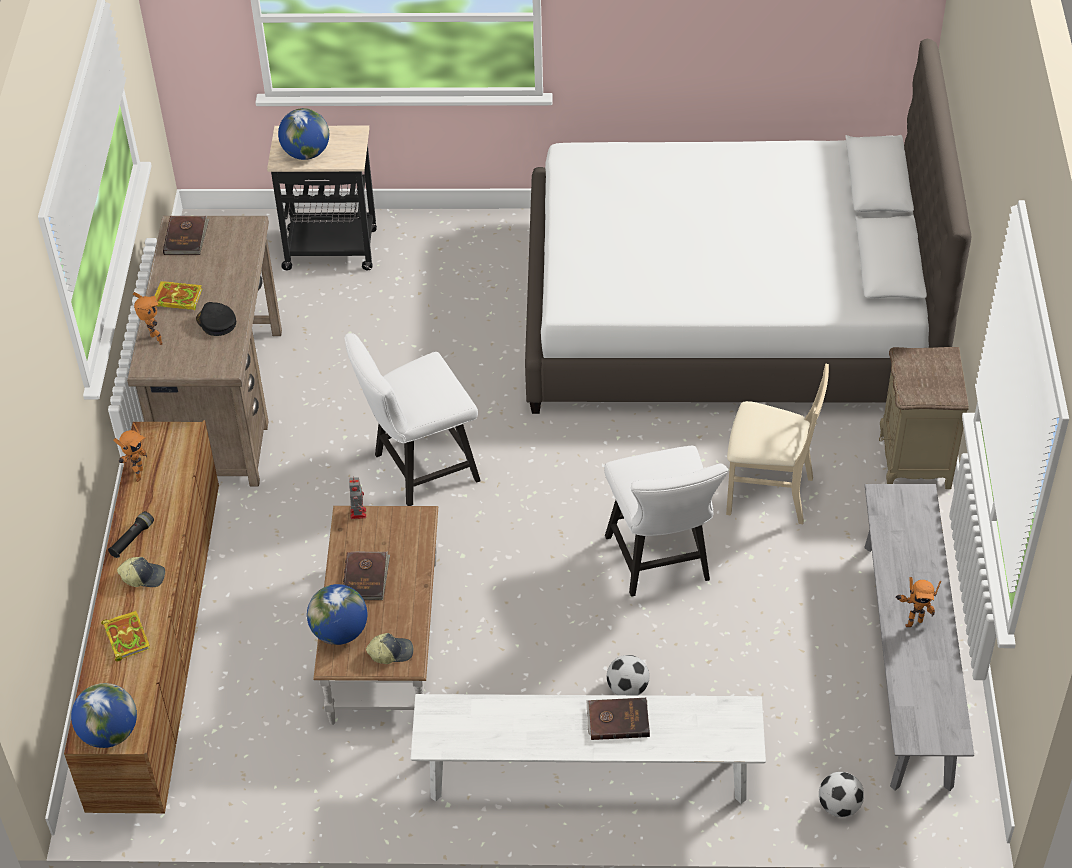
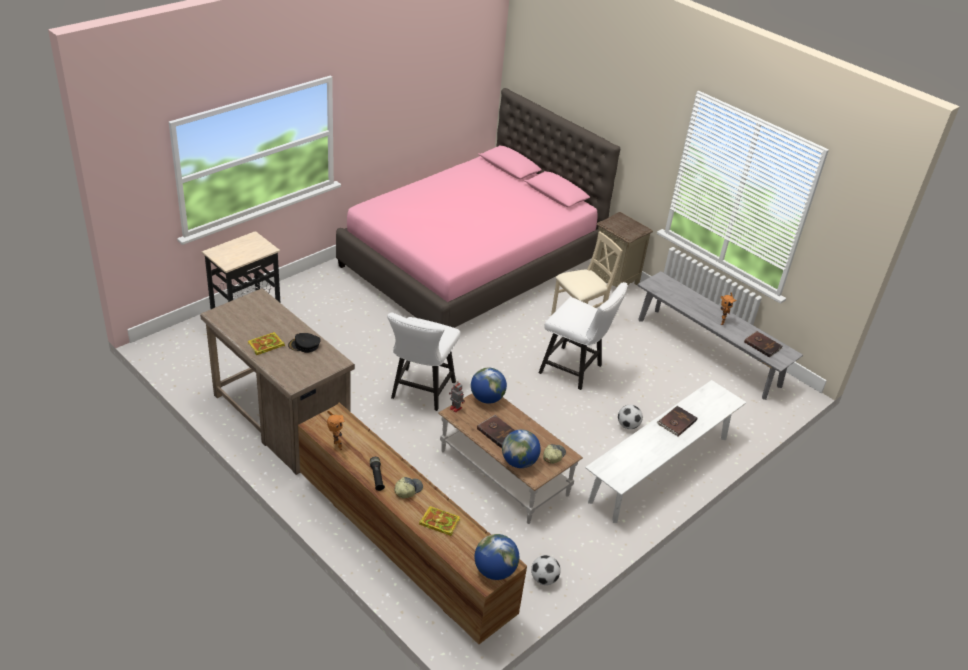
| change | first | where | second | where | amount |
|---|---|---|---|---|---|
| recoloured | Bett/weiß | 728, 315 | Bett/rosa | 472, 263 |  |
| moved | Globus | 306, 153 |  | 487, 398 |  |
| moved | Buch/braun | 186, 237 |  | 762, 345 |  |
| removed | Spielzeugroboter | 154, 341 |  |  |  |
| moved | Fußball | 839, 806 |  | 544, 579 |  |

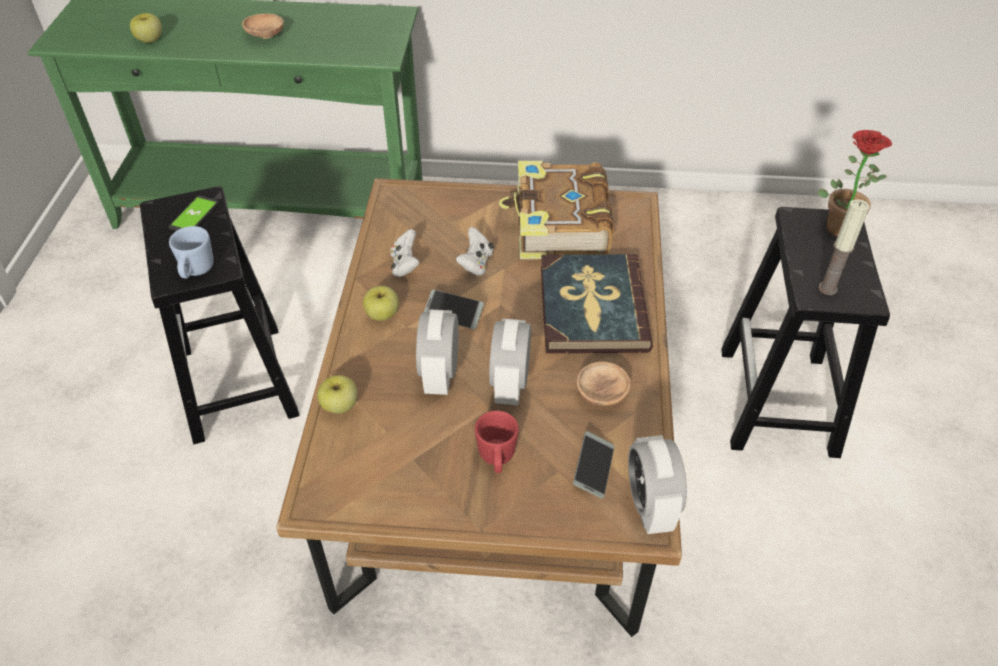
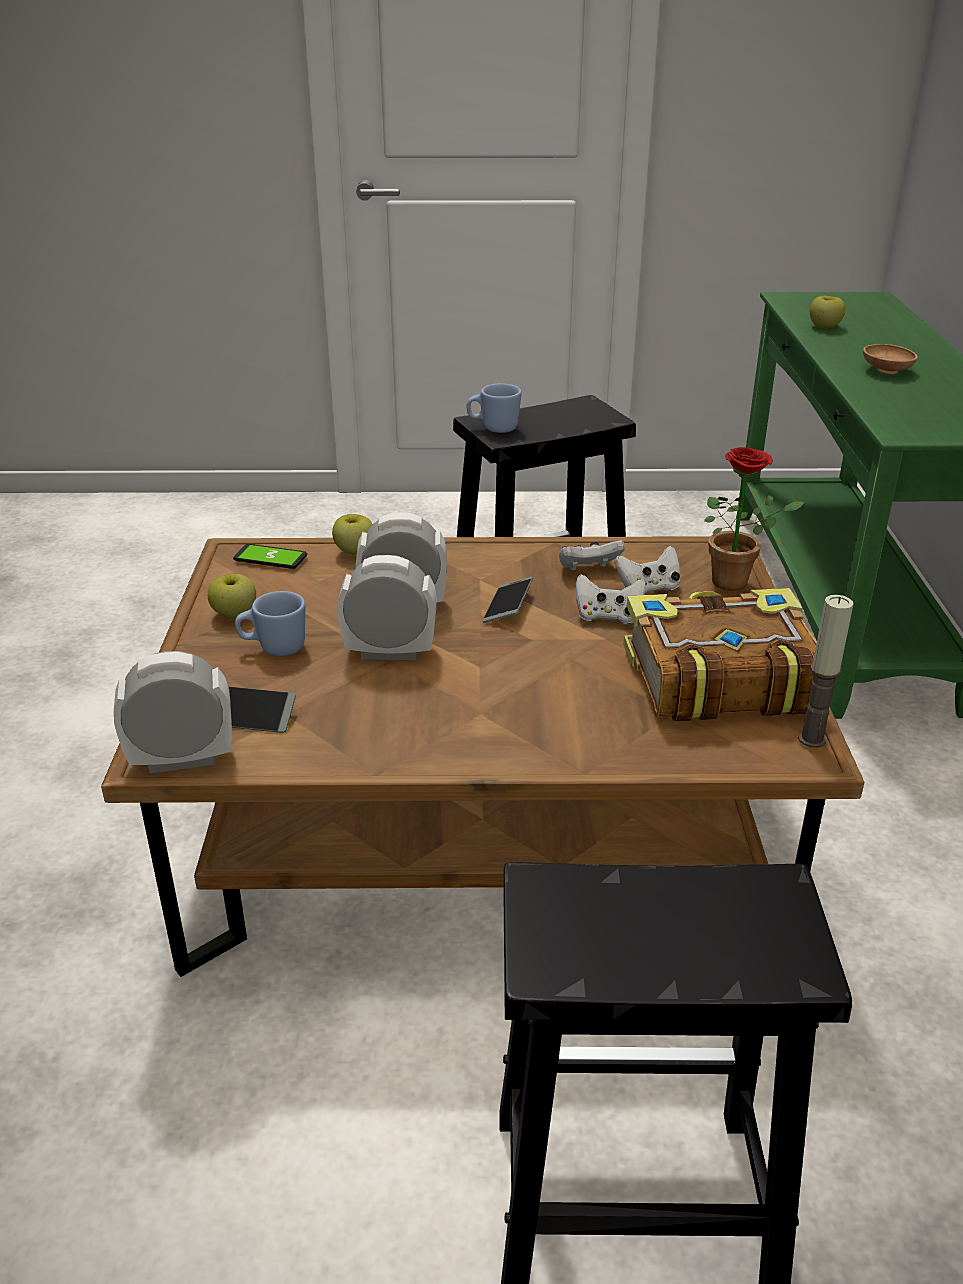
| change | first | where | second | where | amount |
|---|---|---|---|---|---|
| moved | Topfpflanze | 838, 224 |  | 737, 582 |  |
| moved | Handy | 194, 215 |  | 270, 558 |  |
| moved | Kerze | 827, 288 |  | 812, 739 |  |
| removed | Buch | 592, 308 |  |  |  |
| moved | Apfel | 382, 314 |  | 234, 614 |  |
| removed | Schüssel/braun | 601, 393 |  |  |  |
| recoloured | Henkelbecher/rot | 497, 459 | Henkelbecher/blau | 274, 648 |  |
| added |  |  | Gamepad/weiß | 648, 589 |  |

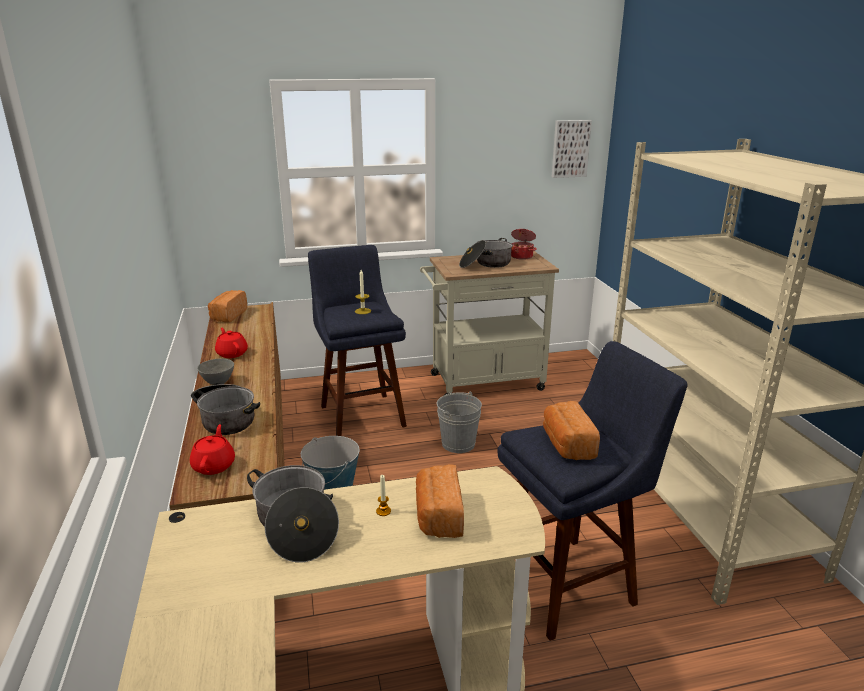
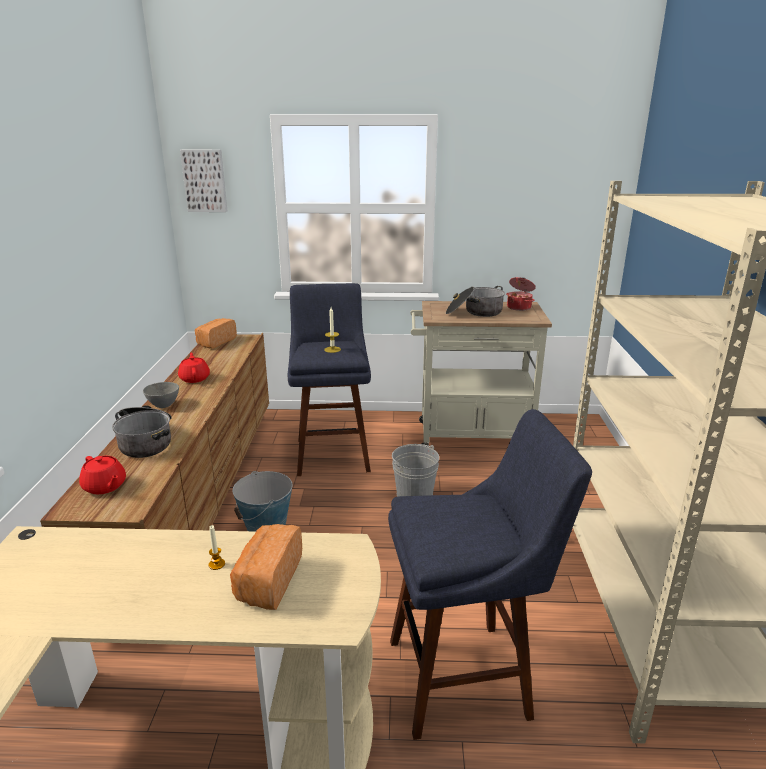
| change | first | where | second | where | amount |
|---|---|---|---|---|---|
| moved | Bild | 570, 148 |  | 205, 181 |  |
| removed | Brot | 567, 445 |  |  |  |
| turned | Teekanne/rot | 214, 465 |  | 105, 487 | 120 degrees clockwise |
| removed | Kochtopf | 296, 526 |  |  |  |

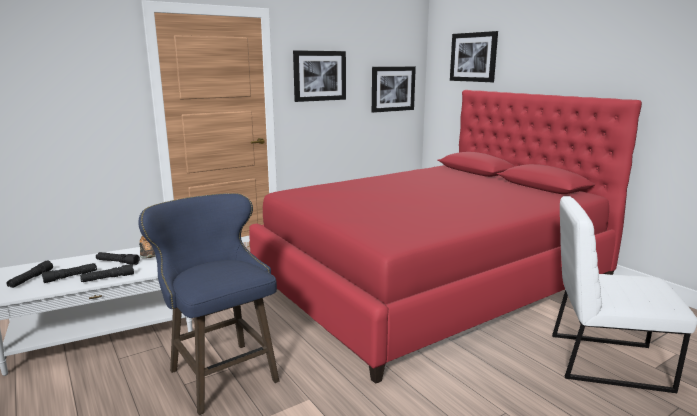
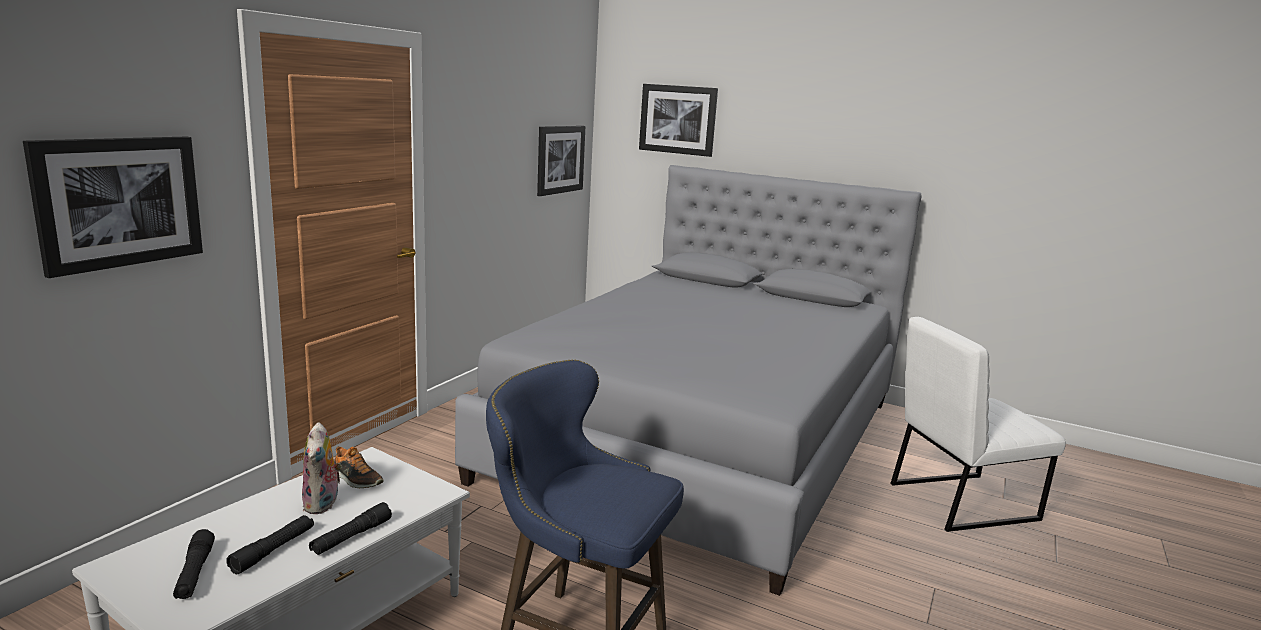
| change | first | where | second | where | amount |
|---|---|---|---|---|---|
| moved | Bild | 319, 76 |  | 119, 202 |  |
| recoloured | Bett/rot | 432, 280 | Bett/grau | 703, 439 |  |
| replaced | Taschenlampe/schwarz | 118, 262 | Plüschtier | 323, 504 |  |

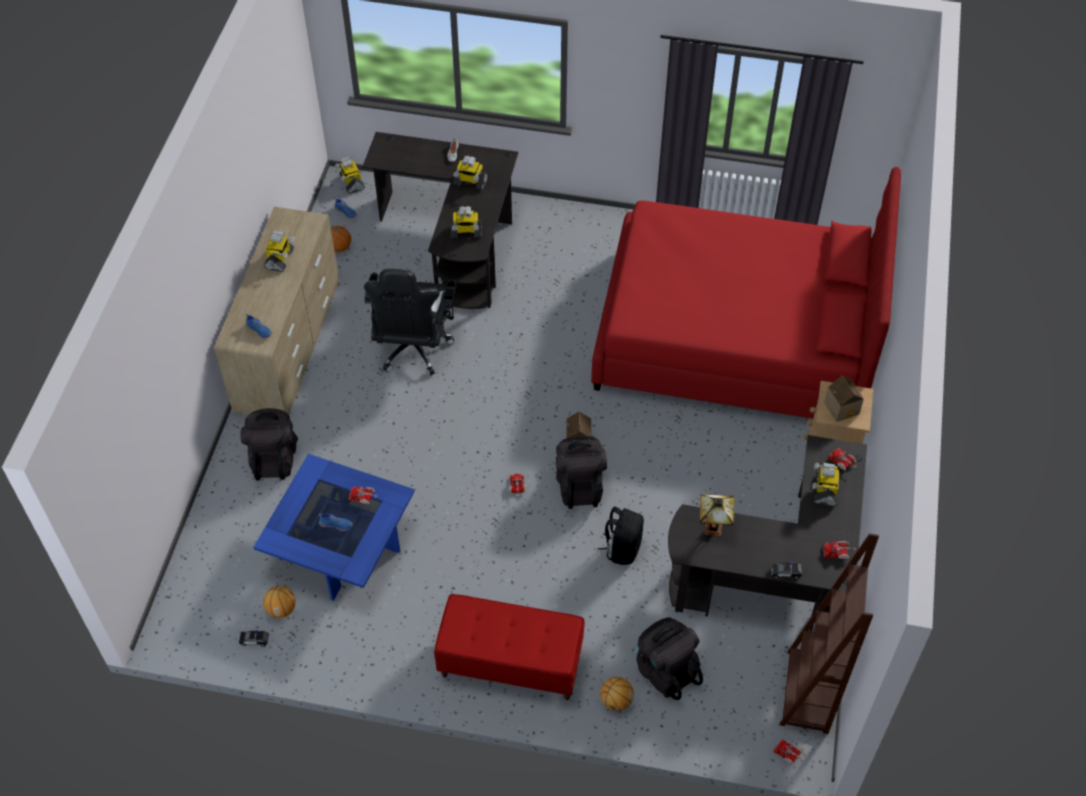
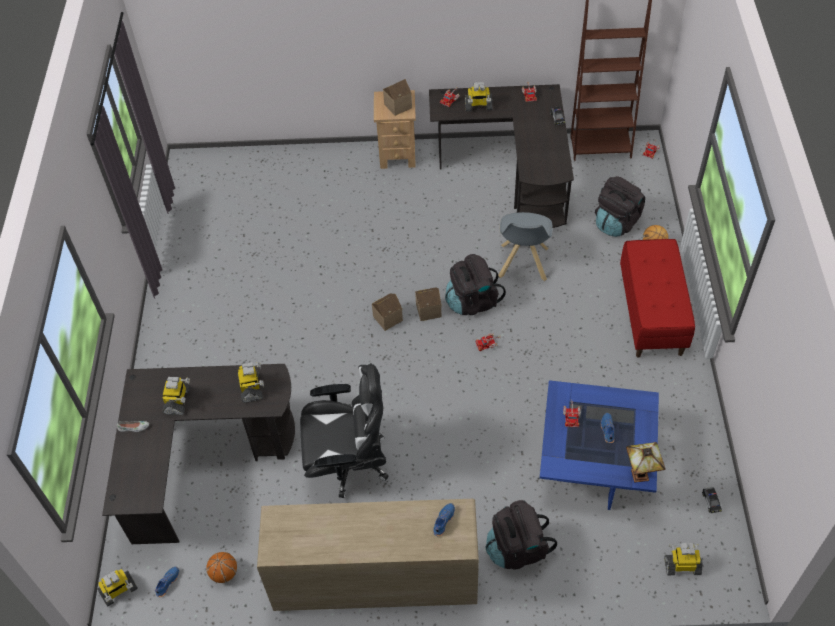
| change | first | where | second | where | amount |
|---|---|---|---|---|---|
| removed | Bett/rot | 735, 336 |  |  |  |
| moved | Spielzeugroboter | 280, 259 |  | 682, 565 |  |
| moved | Tischlampe | 714, 530 |  | 641, 474 |  |
| replaced | Rucksack/schwarz | 622, 548 | Stuhl/grau | 523, 264 |  |
| removed | Basketball | 281, 609 |  |  |  |
| added |  |  | Spielzeughaus | 386, 317 |  |

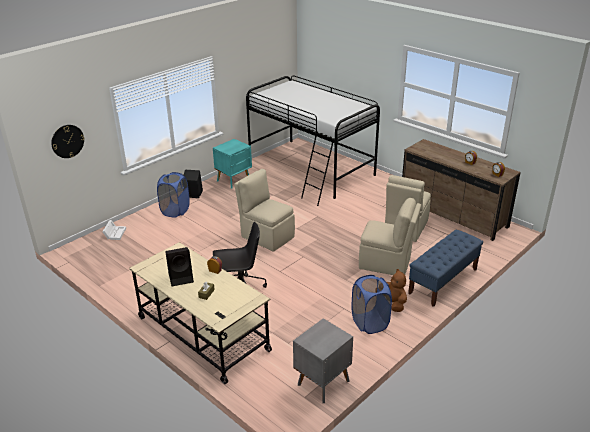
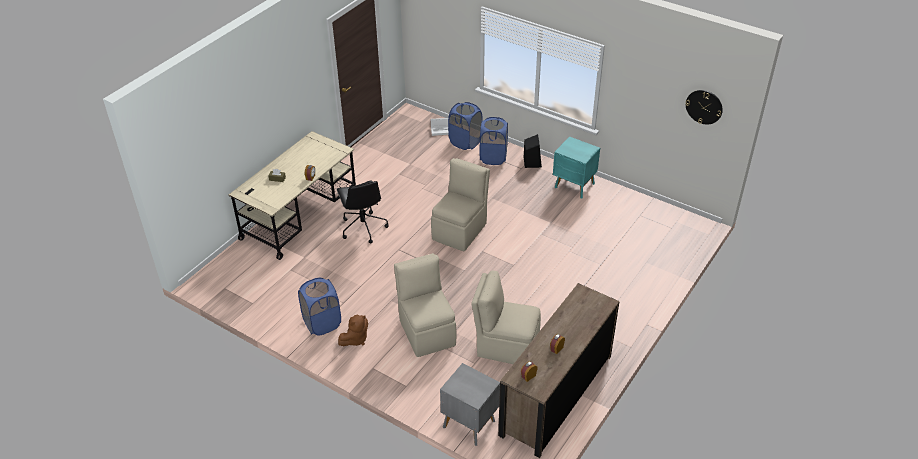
| change | first | where | second | where | amount |
|---|---|---|---|---|---|
| removed | Bett/schwarz | 311, 168 |  |  |  |
| moved | Wanduhr | 67, 141 |  | 704, 106 |  |
| turned | Stuhl/beige | 386, 263 |  | 427, 331 | 150 degrees clockwise |
| removed | Bank/blau | 443, 281 |  |  |  |
| removed | Lautsprecher/schwarz | 181, 277 |  |  |  |
| moved | Nachttisch/grau | 322, 382 |  | 469, 423 |  |
| added |  |  | Wäschekorb/blau | 465, 142 |  |

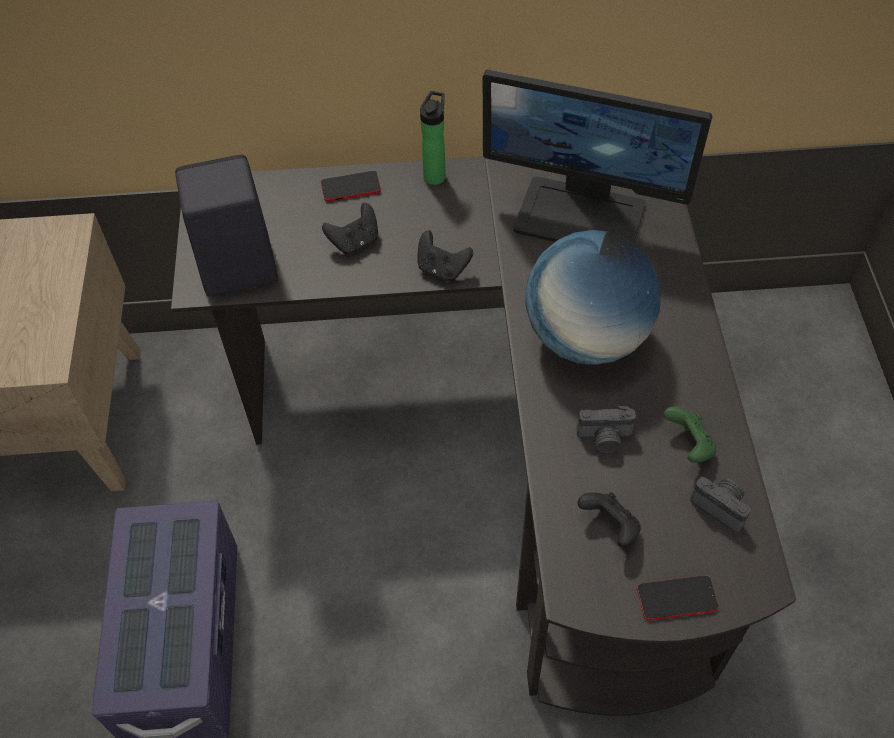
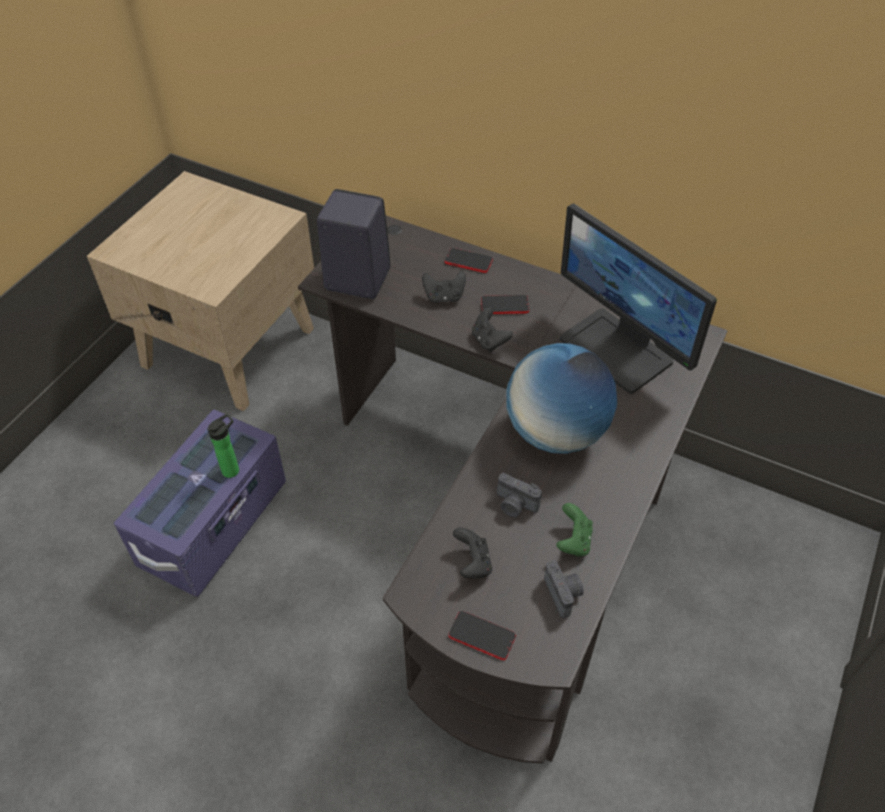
| change | first | where | second | where | amount |
|---|---|---|---|---|---|
| moved | Flasche | 435, 174 |  | 233, 469 |  |
| added |  |  | Handy | 504, 305 |  |

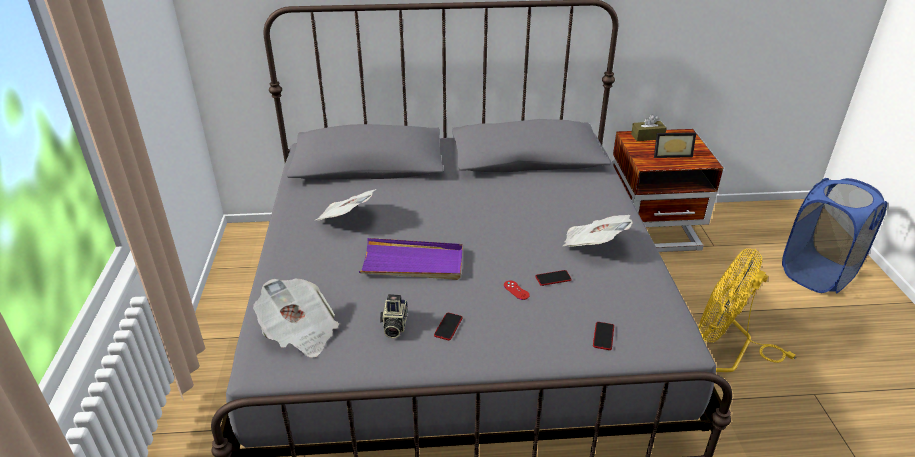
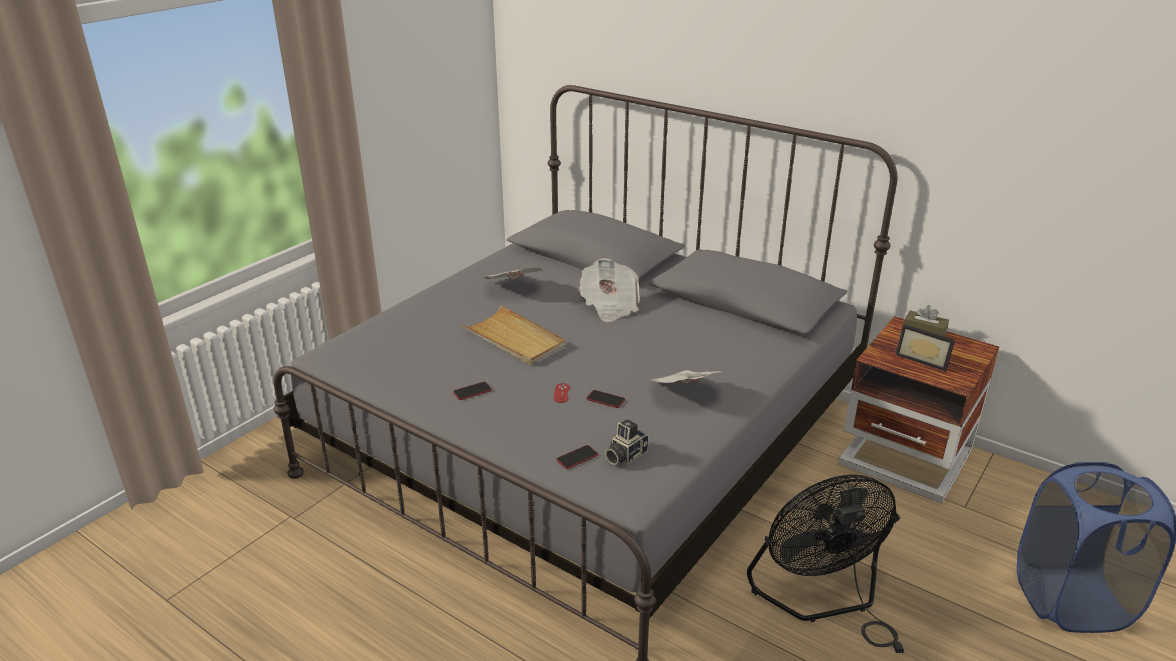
| change | first | where | second | where | amount |
|---|---|---|---|---|---|
| recoloured | Tablett/lila | 413, 263 | Tablett/beige | 514, 339 |  |
| recoloured | Ventilator/gelb | 727, 347 | Ventilator/schwarz | 832, 599 |  |
| moved | Zeitung | 300, 332 |  | 609, 306 |  |
| moved | Kamera | 394, 325 |  | 624, 455 |  |

